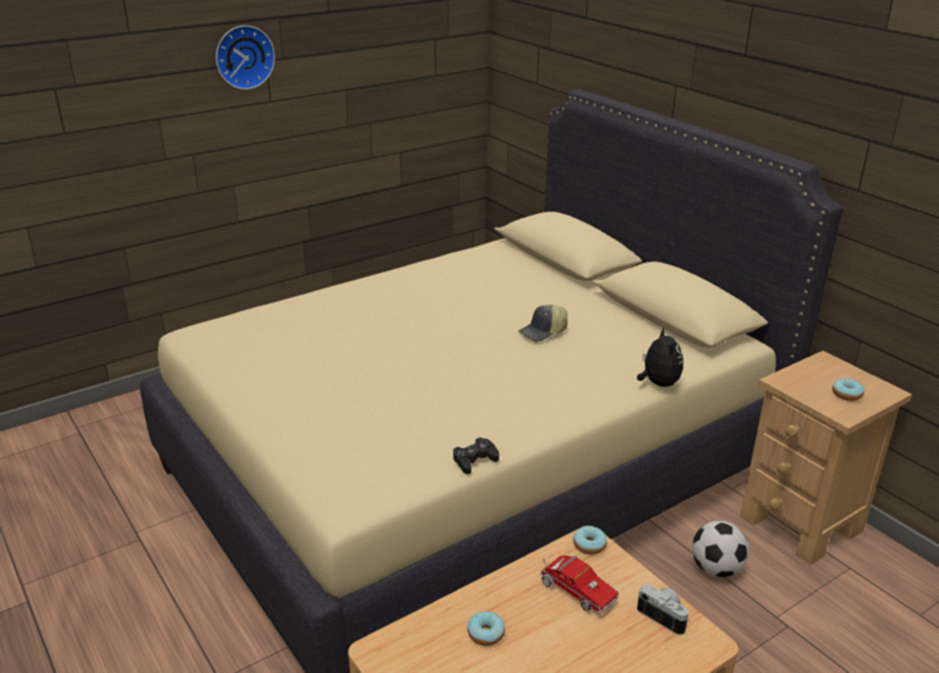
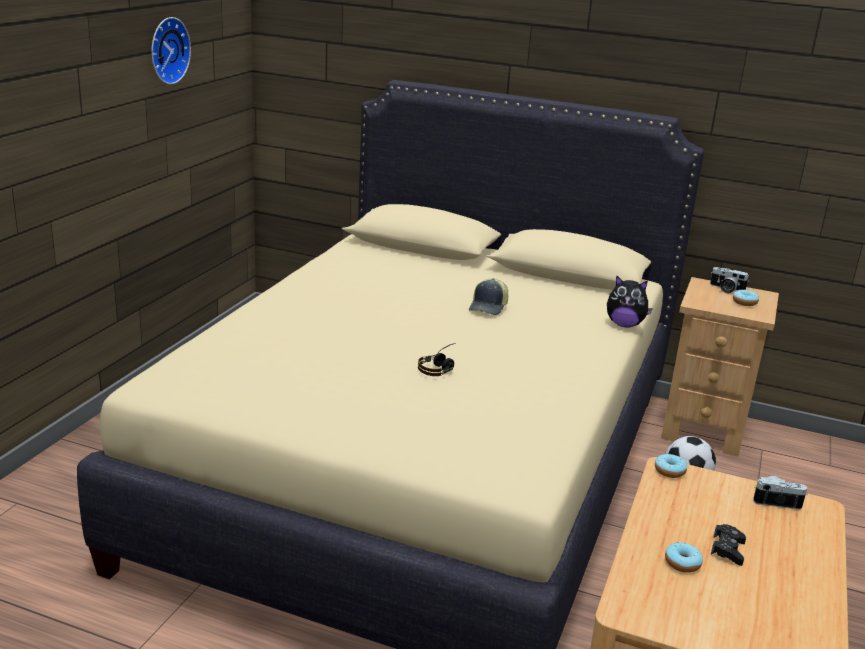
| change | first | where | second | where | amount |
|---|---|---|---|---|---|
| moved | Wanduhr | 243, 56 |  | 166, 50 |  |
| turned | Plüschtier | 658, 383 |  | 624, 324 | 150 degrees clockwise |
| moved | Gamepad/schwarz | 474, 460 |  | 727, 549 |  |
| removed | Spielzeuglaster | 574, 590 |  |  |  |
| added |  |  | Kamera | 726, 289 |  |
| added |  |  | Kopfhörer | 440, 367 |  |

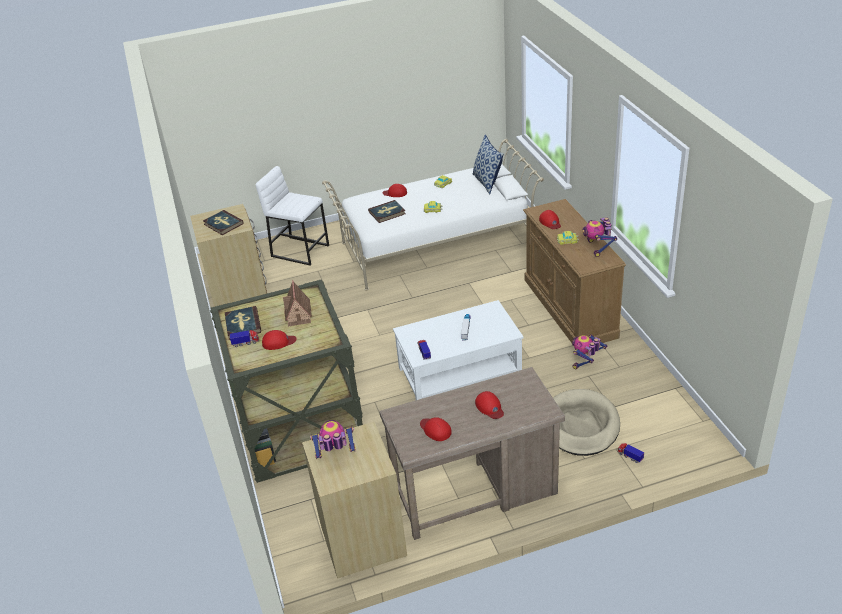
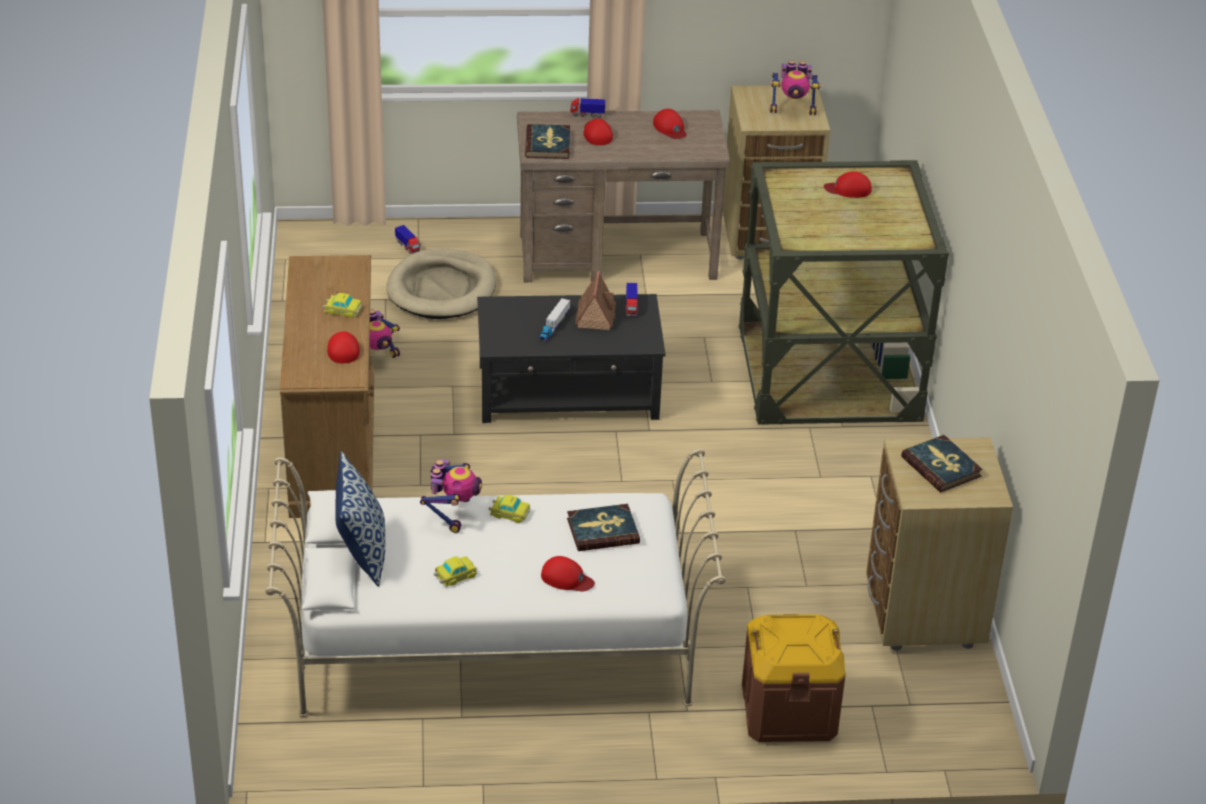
| change | first | where | second | where | amount |
|---|---|---|---|---|---|
| replaced | Hocker/weiß | 300, 251 | Aufbewahrungsbox/braun | 789, 711 |  |
| moved | Spielzeugroboter | 598, 248 |  | 452, 513 |  |
| moved | Spielzeughaus | 298, 314 |  | 595, 316 |  |
| recoloured | Couchtisch/weiß | 459, 372 | Couchtisch/schwarz | 569, 391 |  |
| moved | Buch | 242, 324 |  | 548, 144 |  |
| moved | Spielzeuglaster | 245, 343 |  | 587, 114 |  |

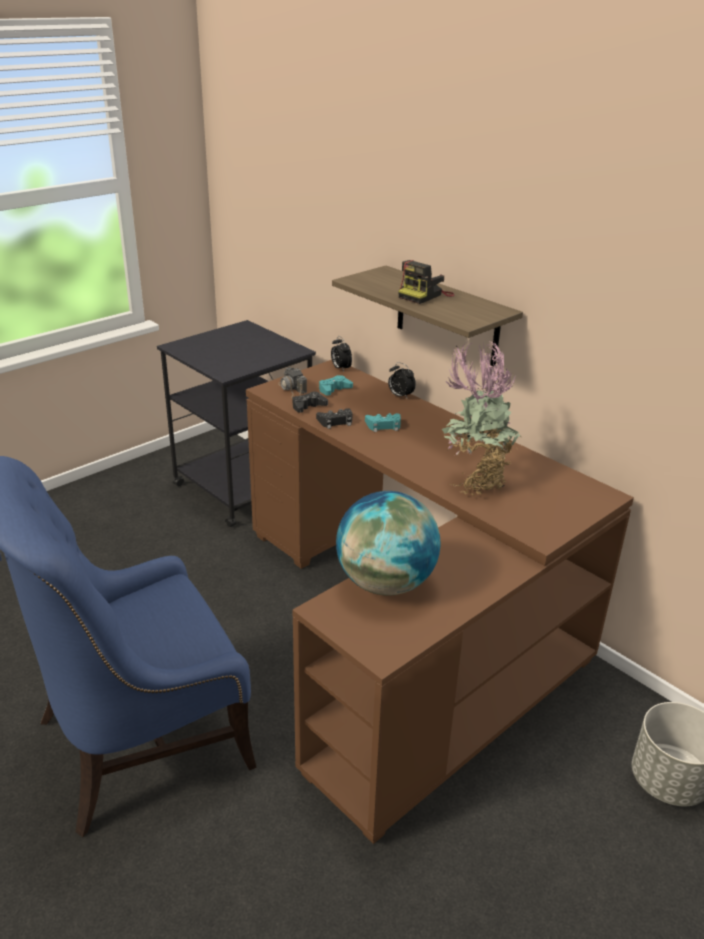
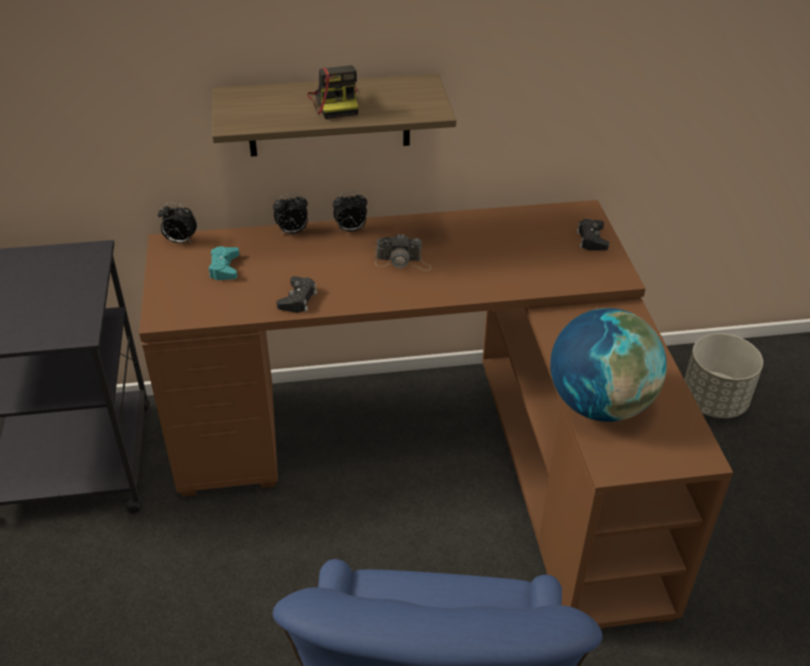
| change | first | where | second | where | amount |
|---|---|---|---|---|---|
| removed | Topfpflanze | 474, 481 |  |  |  |
| moved | Kamera | 292, 389 |  | 403, 262 |  |
| moved | Gamepad/schwarz | 308, 406 |  | 591, 239 |  |
| removed | Gamepad/türkis | 383, 426 |  |  |  |
| added |  |  | Wecker | 350, 230 |  |

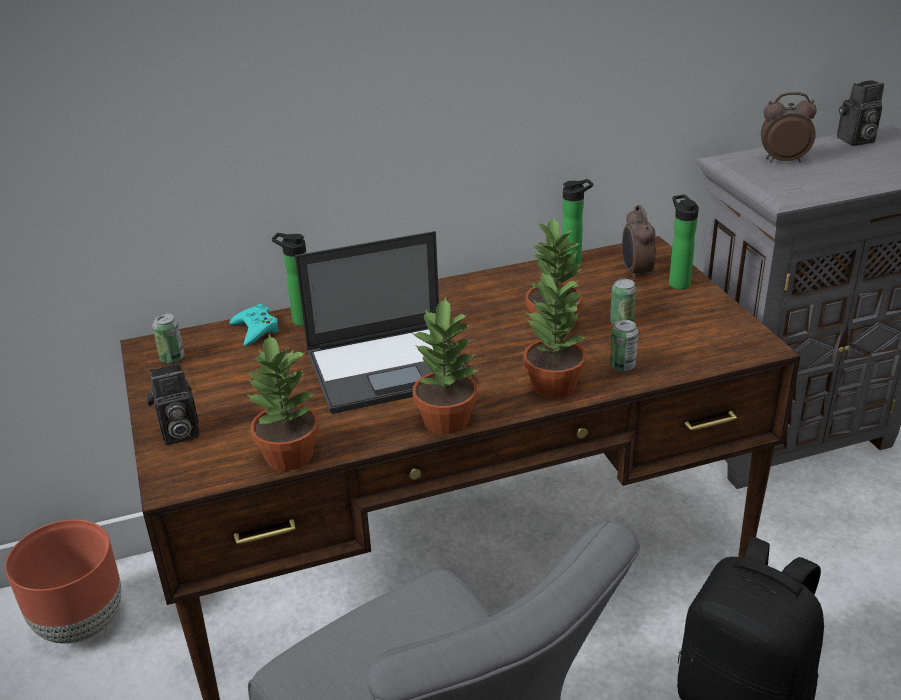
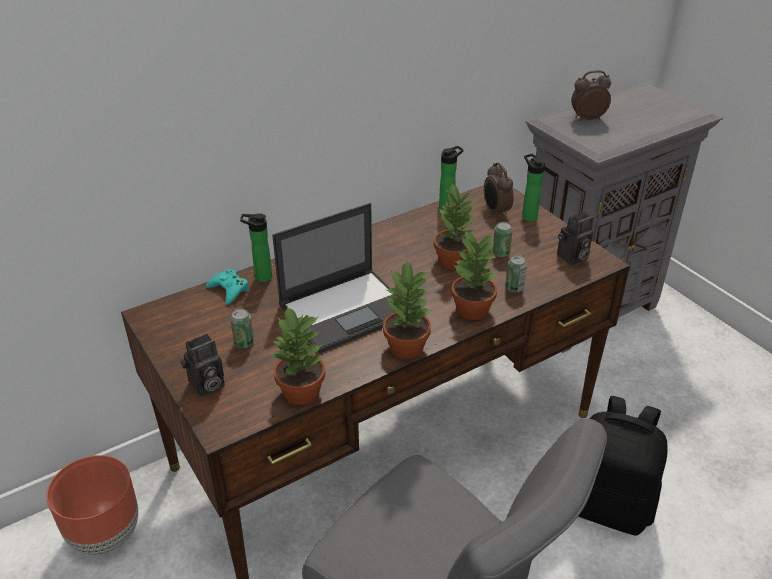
| change | first | where | second | where | amount |
|---|---|---|---|---|---|
| moved | Kamera | 855, 140 |  | 572, 258 |  |
| moved | Dose | 172, 358 |  | 244, 343 |  |

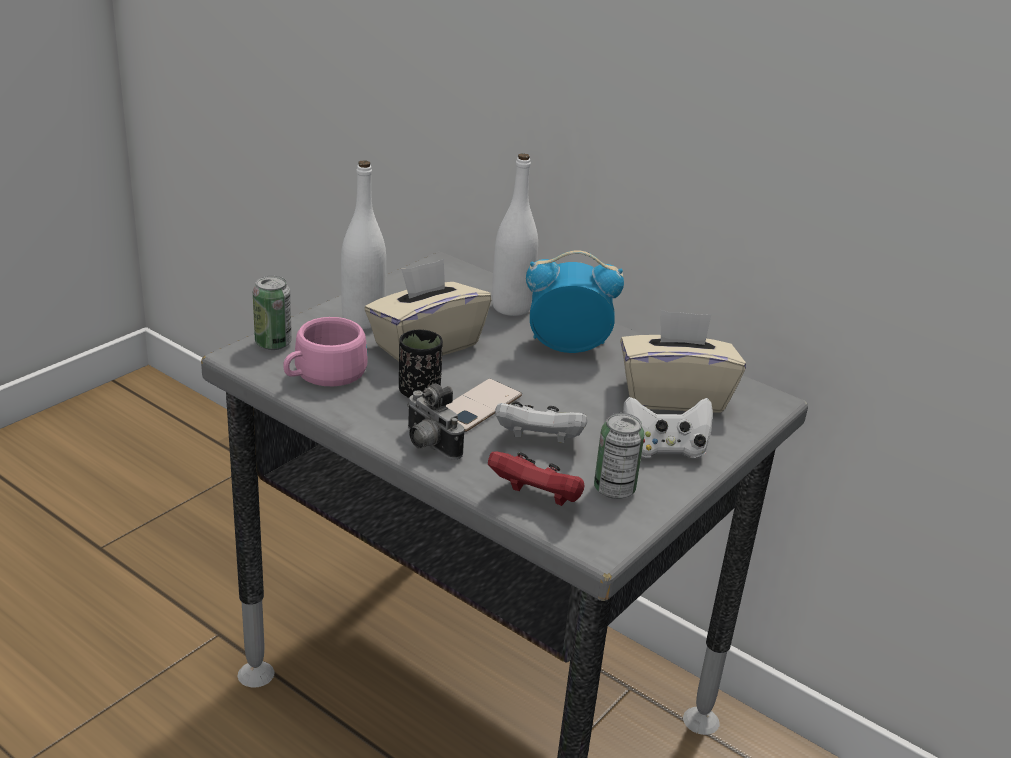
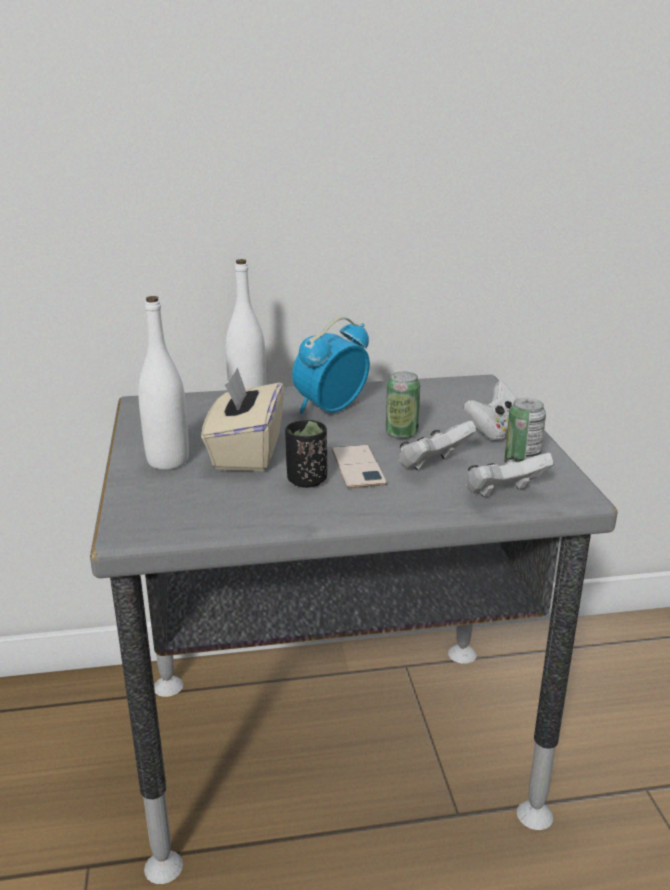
| change | first | where | second | where | amount |
|---|---|---|---|---|---|
| moved | Dose | 273, 343 |  | 401, 433 |  |
| removed | Taschentuchbox/beige | 673, 396 |  |  |  |
| removed | Tasse/rosa | 323, 375 |  |  |  |
| removed | Kamera | 428, 445 |  |  |  |
| recoloured | Gamepad/rot | 537, 499 | Gamepad/weiß | 503, 494 |  |

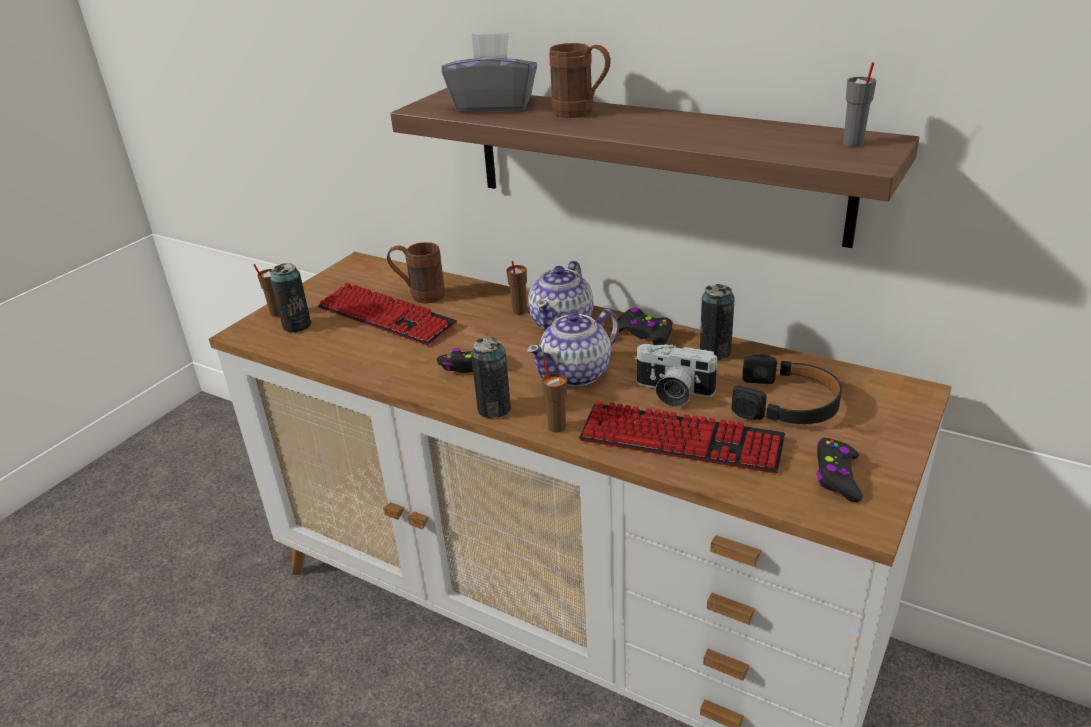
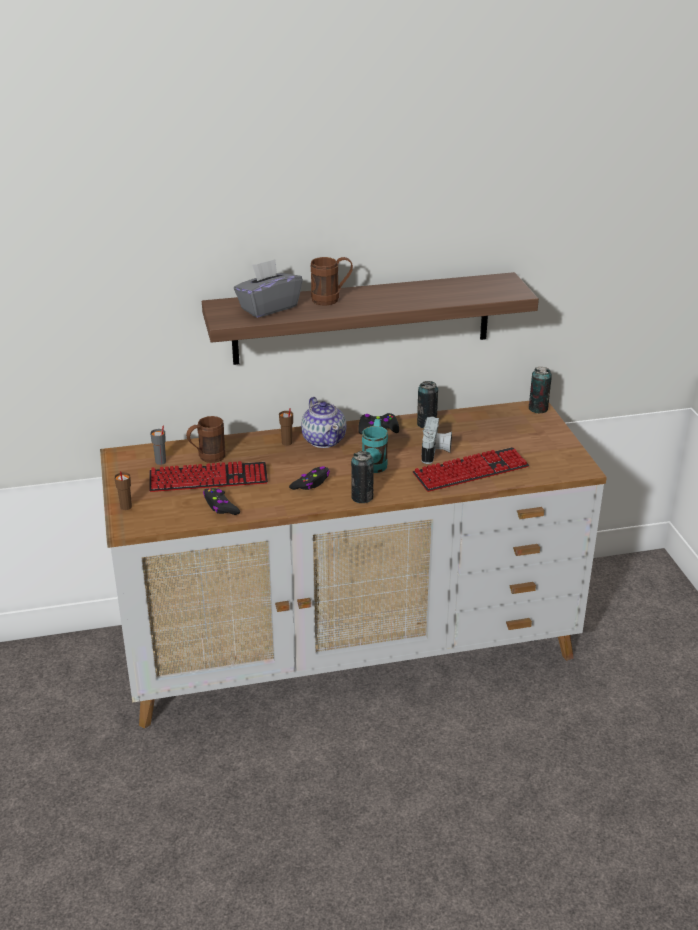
| change | first | where | second | where | amount |
|---|---|---|---|---|---|
| moved | Tasse/grau | 853, 143 |  | 160, 462 |  |
| moved | Dose | 297, 326 |  | 538, 409 |  |
| replaced | Teekanne | 577, 373 | Henkelbecher/türkis | 375, 462 |  |
| turned | Kamera | 672, 393 |  | 436, 452 | 60 degrees counterclockwise |
| removed | Kopfhörer/schwarz | 786, 404 |  |  |  |
| removed | Tasse/braun | 557, 426 |  |  |  |
| moved | Gamepad/schwarz | 836, 476 |  | 220, 506 |  |

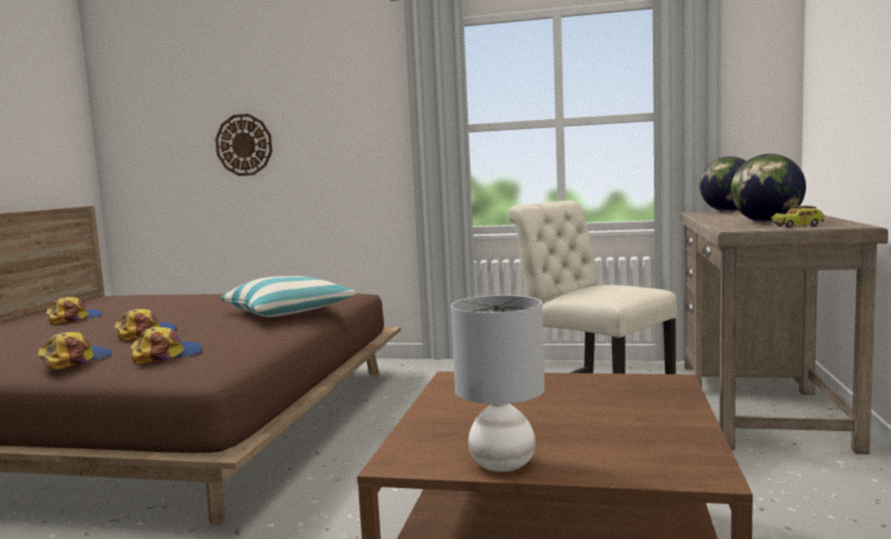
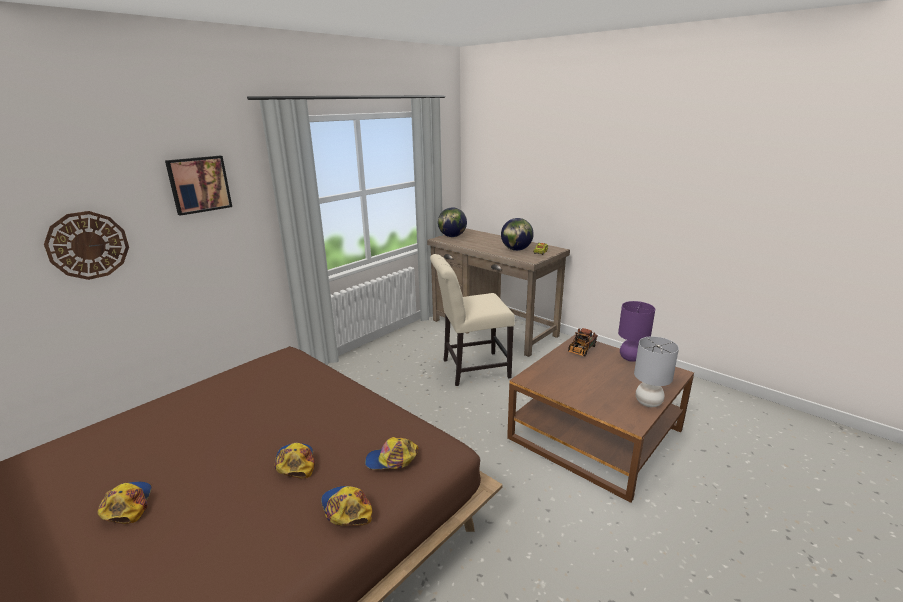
| change | first | where | second | where | amount |
|---|---|---|---|---|---|
| removed | Kissen | 287, 312 |  |  |  |
| turned | Kappe | 167, 355 |  | 391, 460 | 90 degrees counterclockwise |
| added |  |  | Bild | 199, 184 |  |
| added |  |  | Tischlampe/lila | 631, 358 |  |
| added |  |  | Spielzeuglaster | 581, 350 |  |

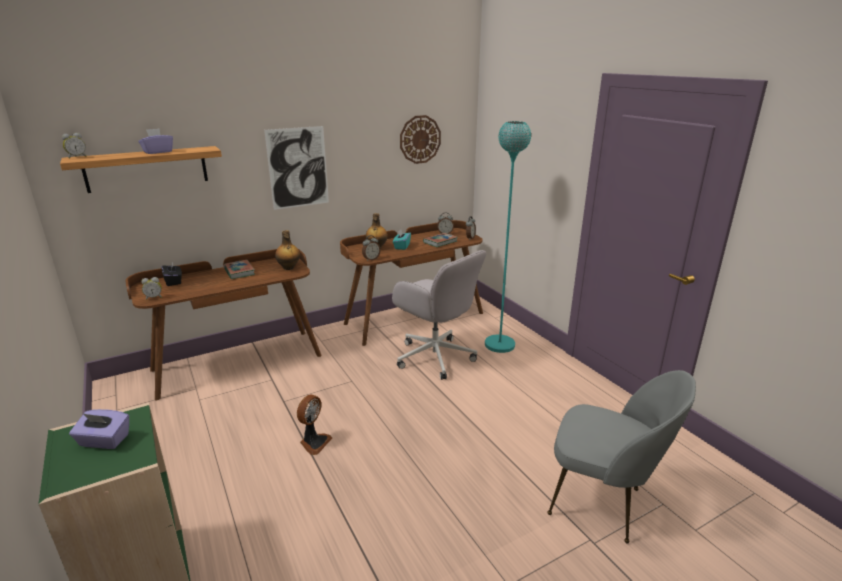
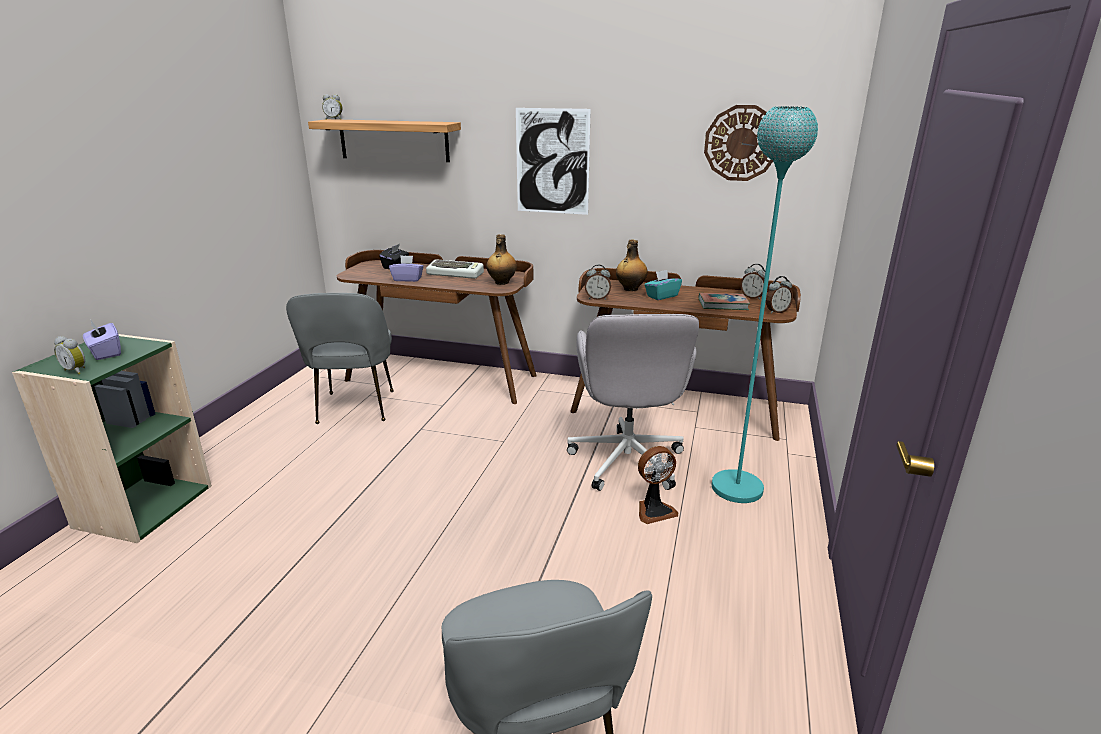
| change | first | where | second | where | amount |
|---|---|---|---|---|---|
| moved | Taschentuchbox/lila | 158, 152 |  | 407, 279 |  |
| replaced | Buch | 239, 272 | Tastatur | 456, 273 |  |
| moved | Wecker | 154, 297 |  | 77, 370 |  |
| moved | Ventilator | 314, 442 |  | 654, 510 |  |
| added |  |  | Stuhl/grau | 354, 410 |  |

